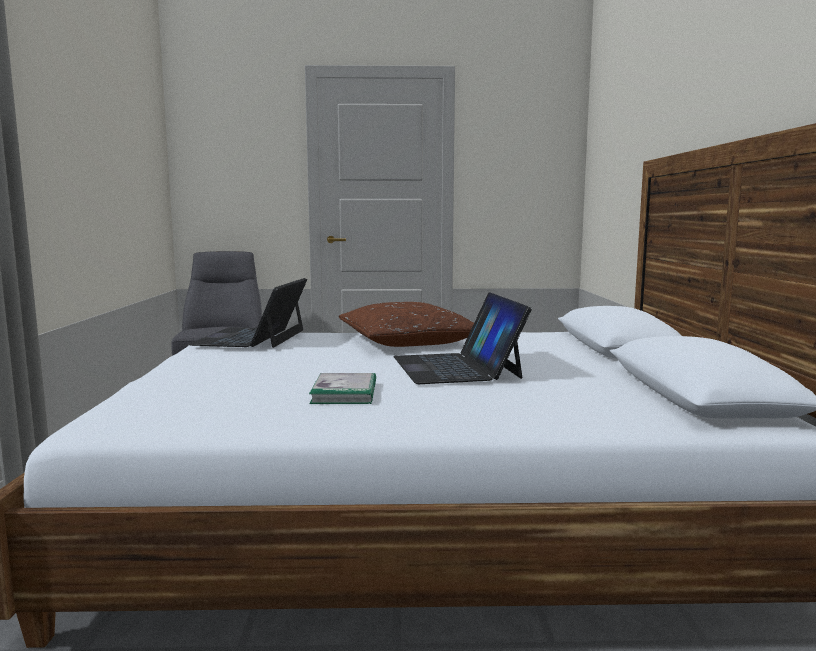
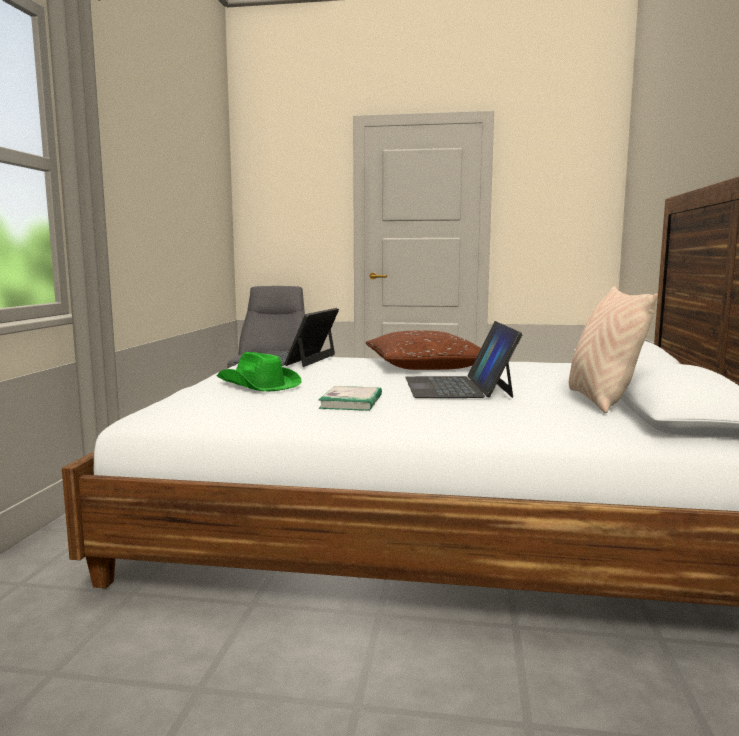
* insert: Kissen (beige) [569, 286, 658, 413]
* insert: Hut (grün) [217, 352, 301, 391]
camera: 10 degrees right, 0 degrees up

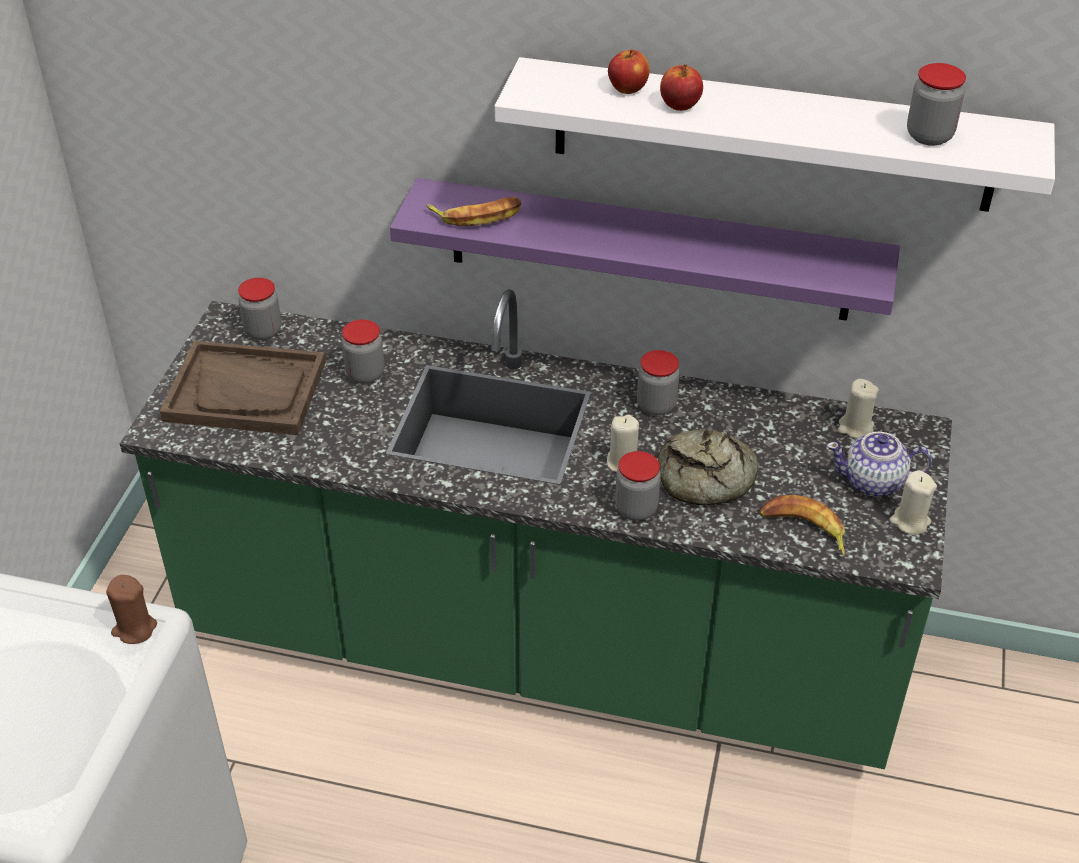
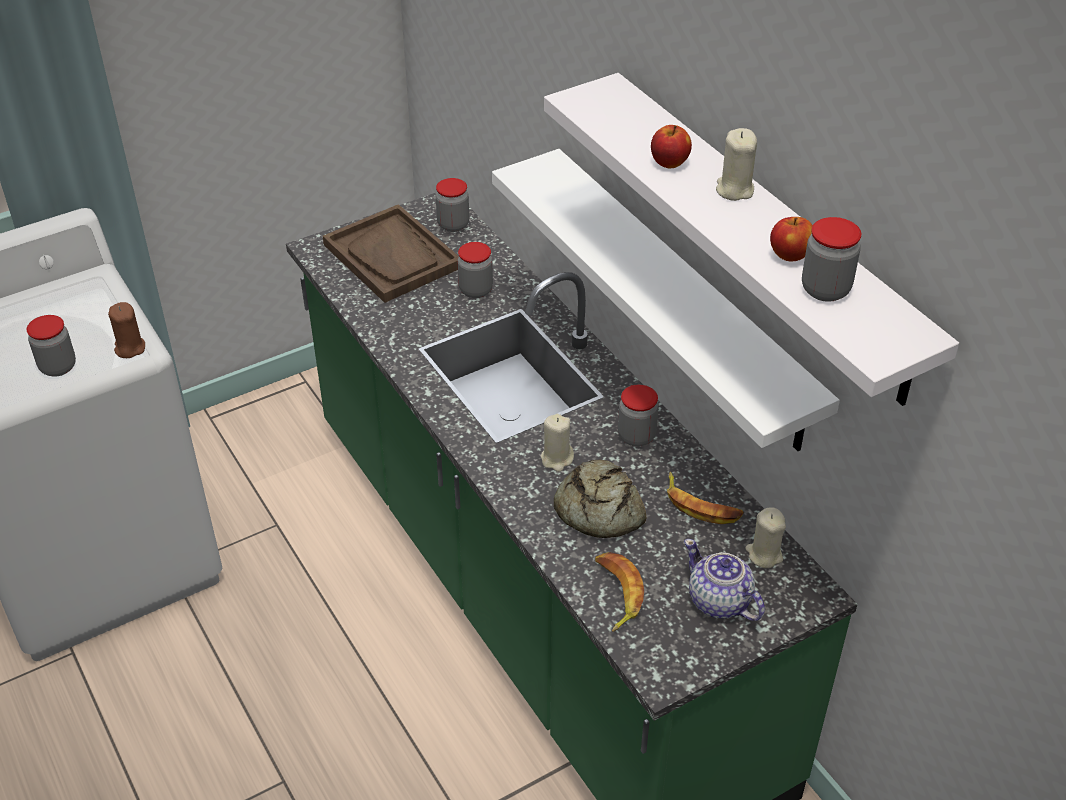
* move: Apfel [608, 50, 650, 94] to [770, 217, 813, 261]
* recolor: Wandregal (lila) [390, 178, 900, 321] to Wandregal (weiß) [492, 149, 840, 451]
* move: Banane [426, 197, 521, 226] to [667, 472, 744, 524]
* move: Vorratsglas [615, 451, 661, 520] to [26, 315, 76, 377]
* move: Kerze (beige) [890, 470, 937, 535] to [716, 128, 757, 201]
camera: 45 degrees right, 0 degrees up

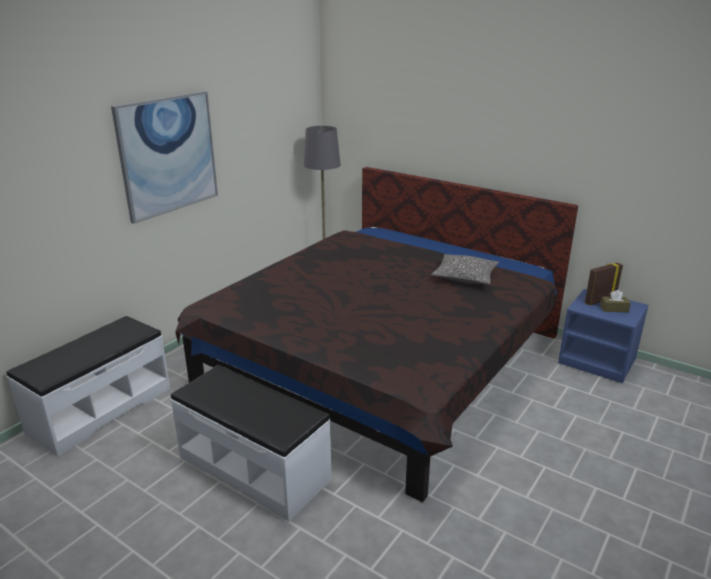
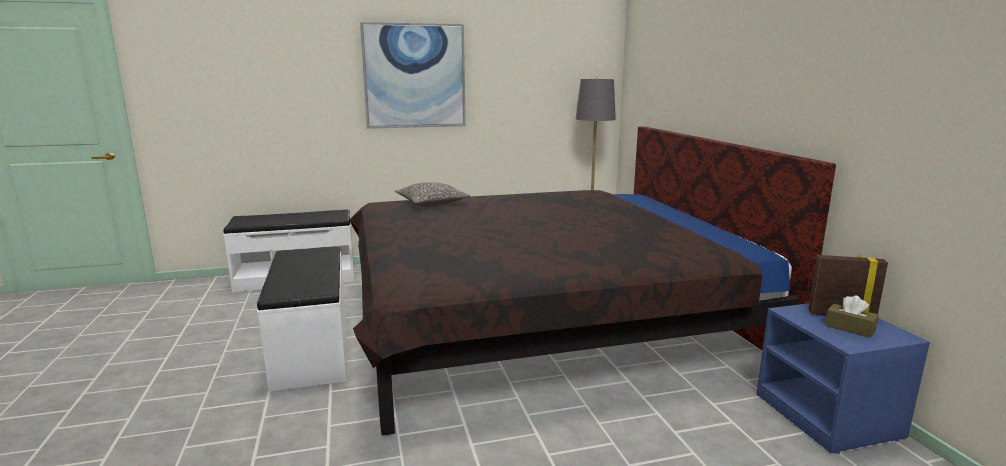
* move: Kissen [431, 254, 499, 284] to [394, 182, 470, 207]
camera: 40 degrees right, 10 degrees down

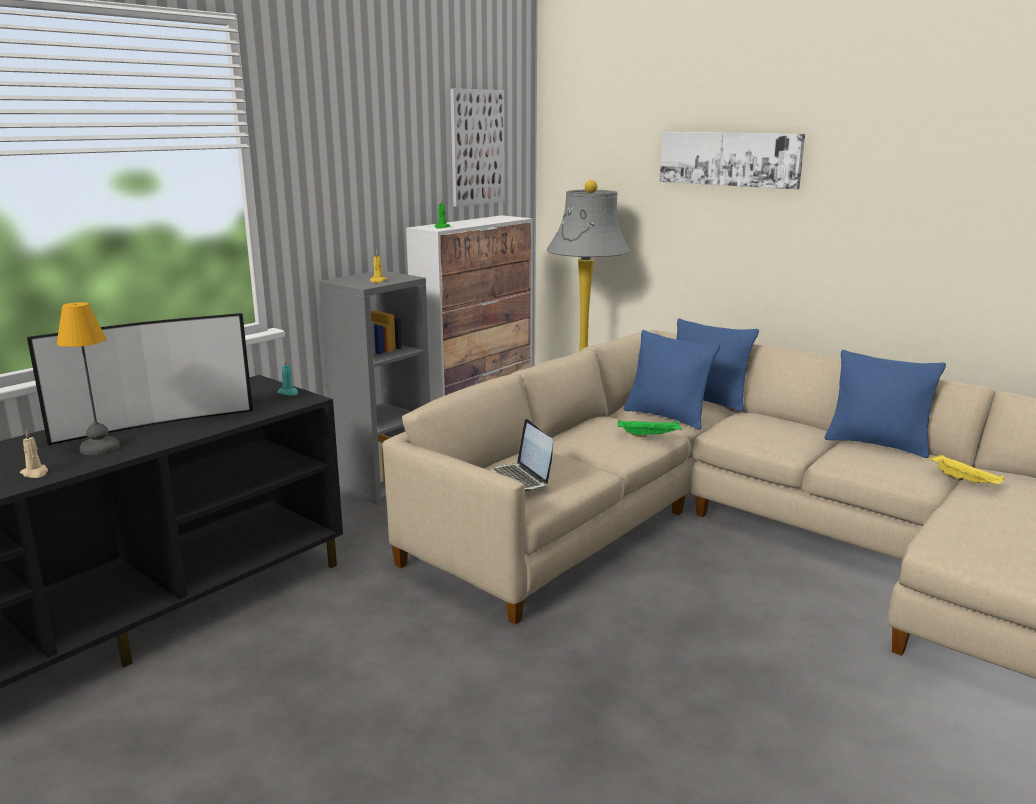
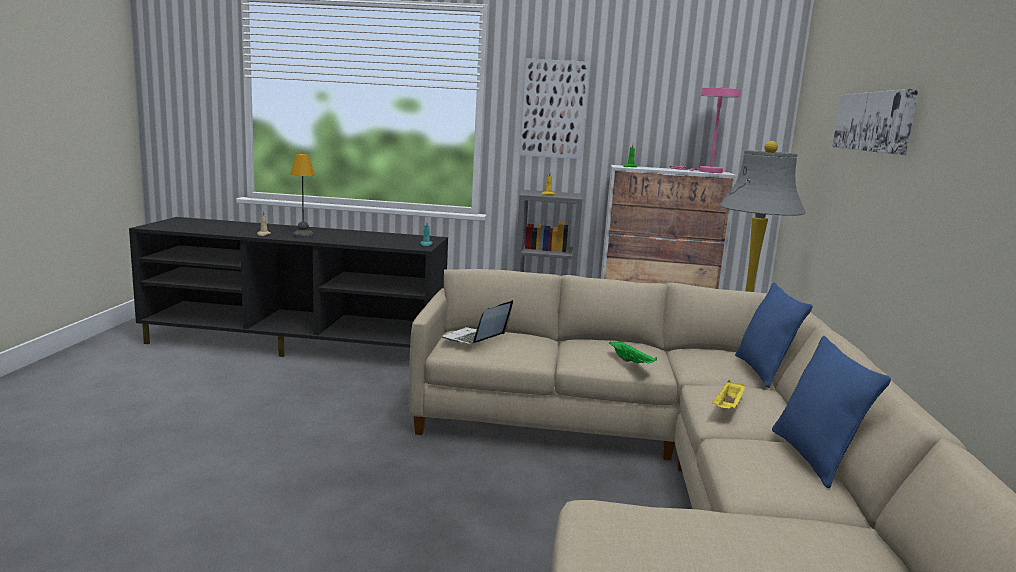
* move: Bild [450, 89, 505, 207] to [520, 58, 589, 159]
* delete: Fernseher [27, 313, 253, 445]
* delete: Kissen (blau) [624, 330, 720, 430]
* move: Tablett (gelb) [929, 455, 1005, 484] to [712, 380, 746, 409]
* insert: Tischlampe (rosa) [670, 87, 741, 173]
camera: 55 degrees right, 5 degrees down

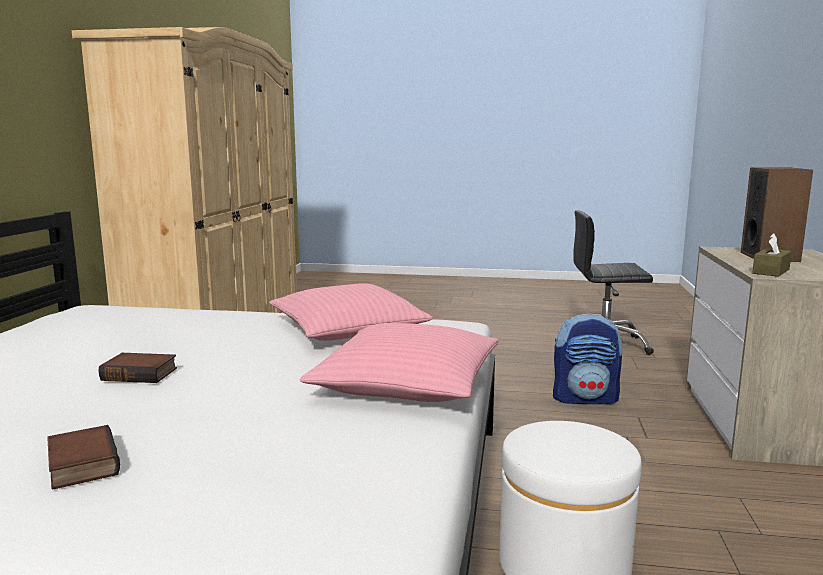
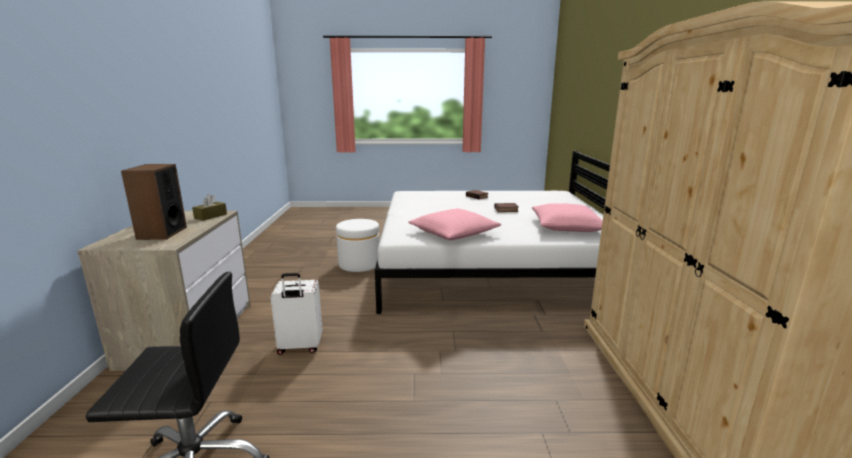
* replace: Rucksack [553, 313, 623, 405] to Koffer (weiß) [270, 273, 323, 354]
* move: Kissen (rosa) [300, 323, 499, 402] to [532, 203, 603, 232]
camera: 170 degrees right, 5 degrees up

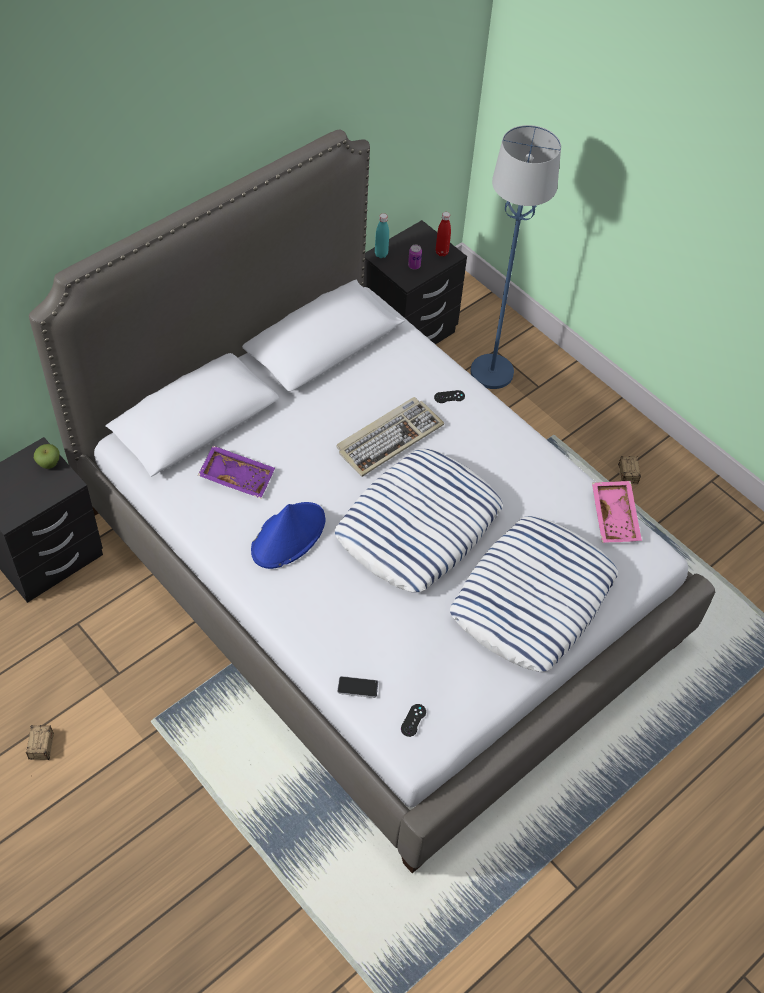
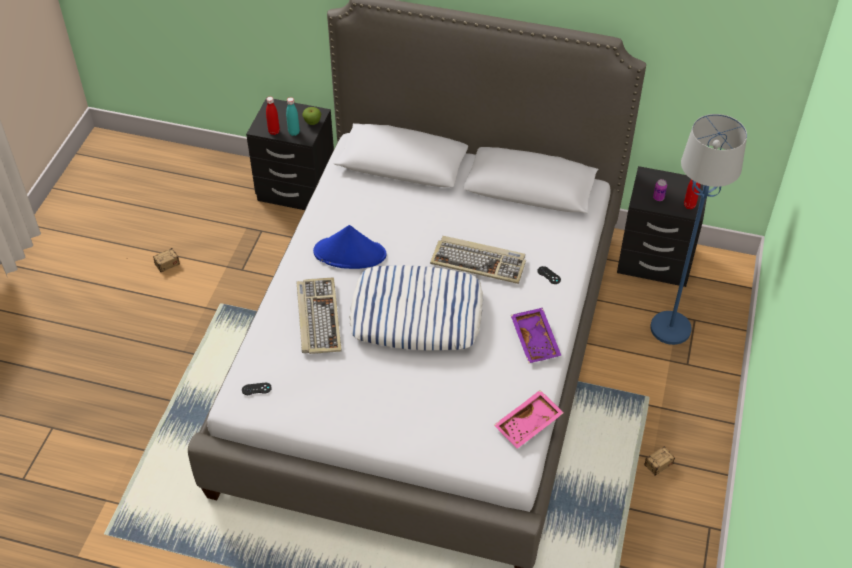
* move: Flasche (türkis) [375, 213, 389, 258] to [286, 97, 300, 136]
* move: Tablett (lila) [198, 446, 275, 499] to [511, 308, 561, 363]
* delete: Kissen [450, 516, 618, 672]
* delete: Handy [337, 676, 378, 698]
* insert: Flasche (rot) [266, 97, 280, 135]
* insert: Tastatur [296, 278, 342, 354]
camera: 60 degrees right, 5 degrees down

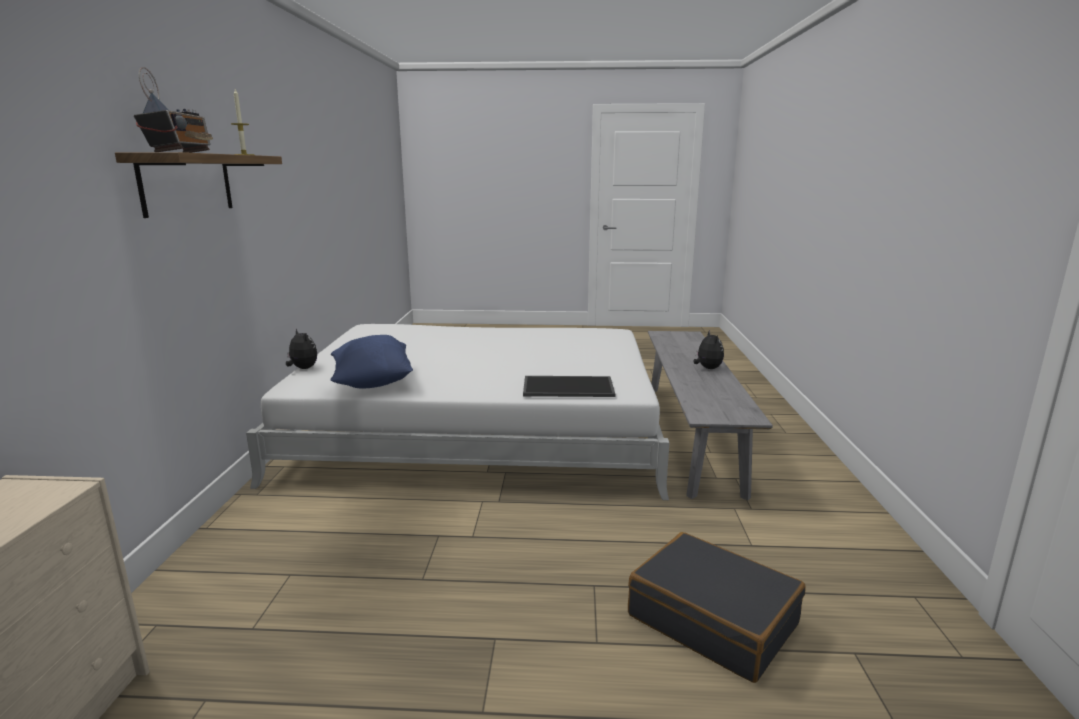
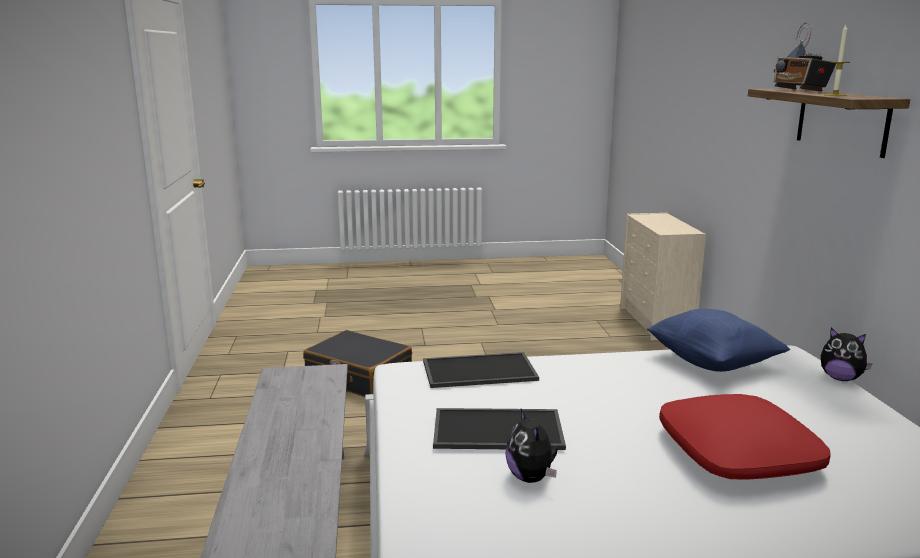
* move: Plüschtier [694, 330, 724, 369] to [505, 409, 558, 483]
* insert: Kissen (rot) [659, 394, 831, 480]
* insert: Tablett [433, 408, 566, 450]
camera: 170 degrees right, 0 degrees up

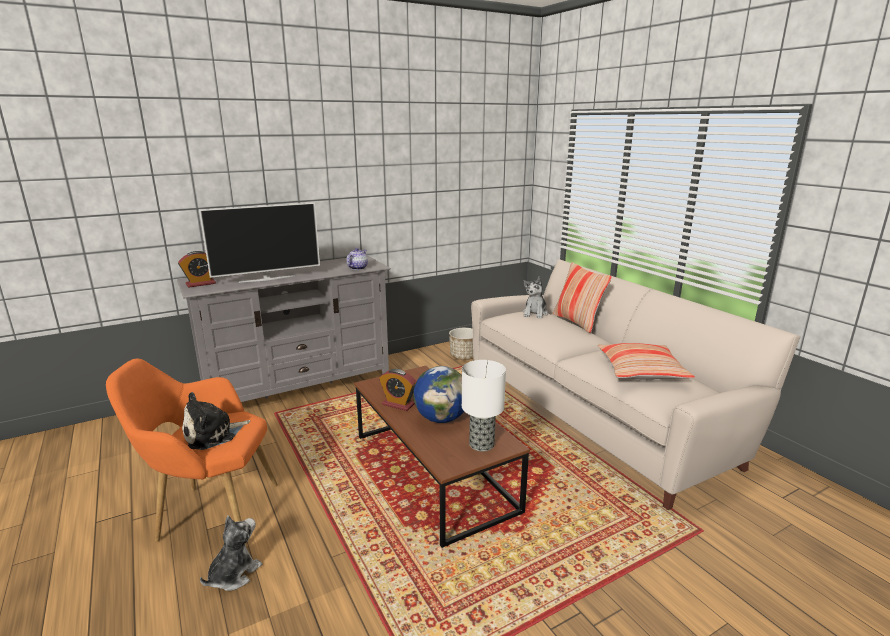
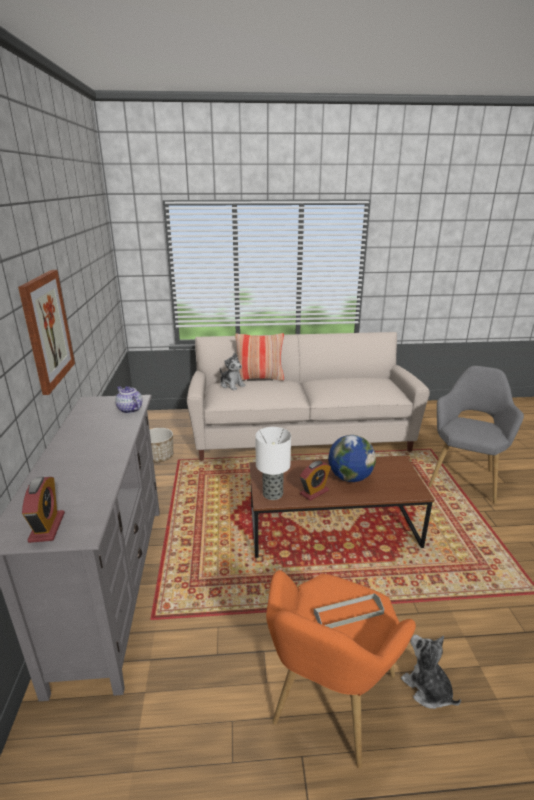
* delete: Fernseher [199, 202, 320, 283]
* delete: Kissen [597, 343, 695, 379]
* move: Tischlampe [462, 360, 506, 451] to [255, 427, 291, 500]
* replace: Plüschtier [182, 392, 250, 450] to Tablett (grau) [314, 593, 384, 628]
* insert: Bild [18, 270, 75, 395]
* insert: Sessel (grau) [428, 366, 524, 504]
camera: 65 degrees left, 5 degrees up

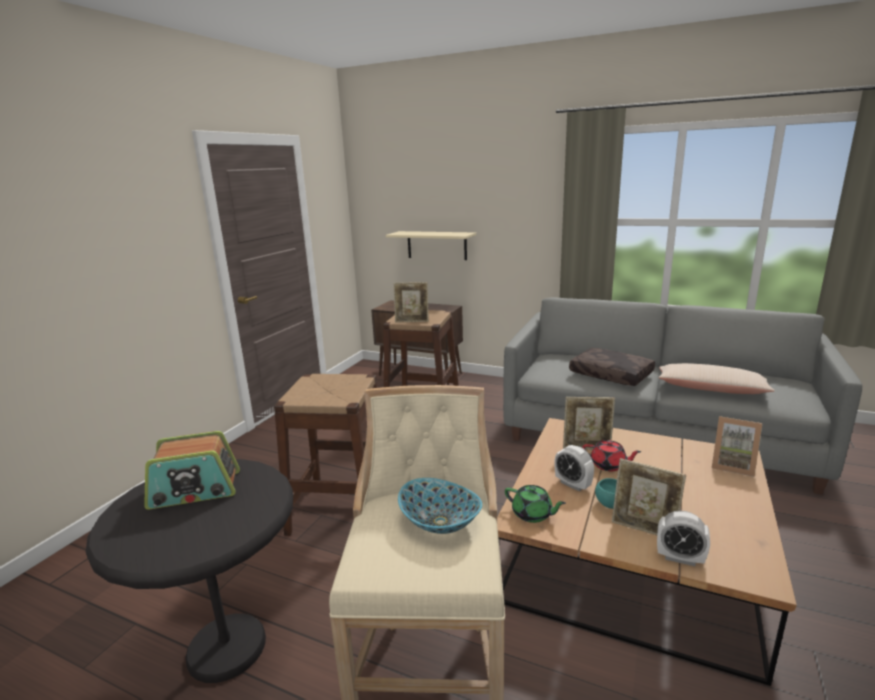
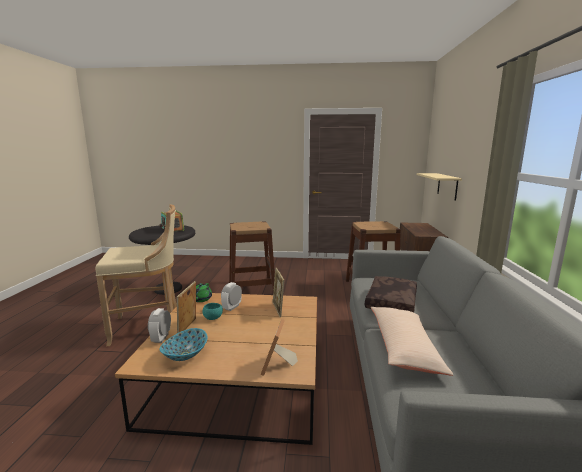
* delete: Bilderrahmen [394, 282, 429, 323]
* delete: Teekanne (rot) [583, 440, 641, 471]
* move: Schüssel [398, 478, 482, 534] to [159, 328, 207, 361]
camera: 70 degrees right, 5 degrees down

